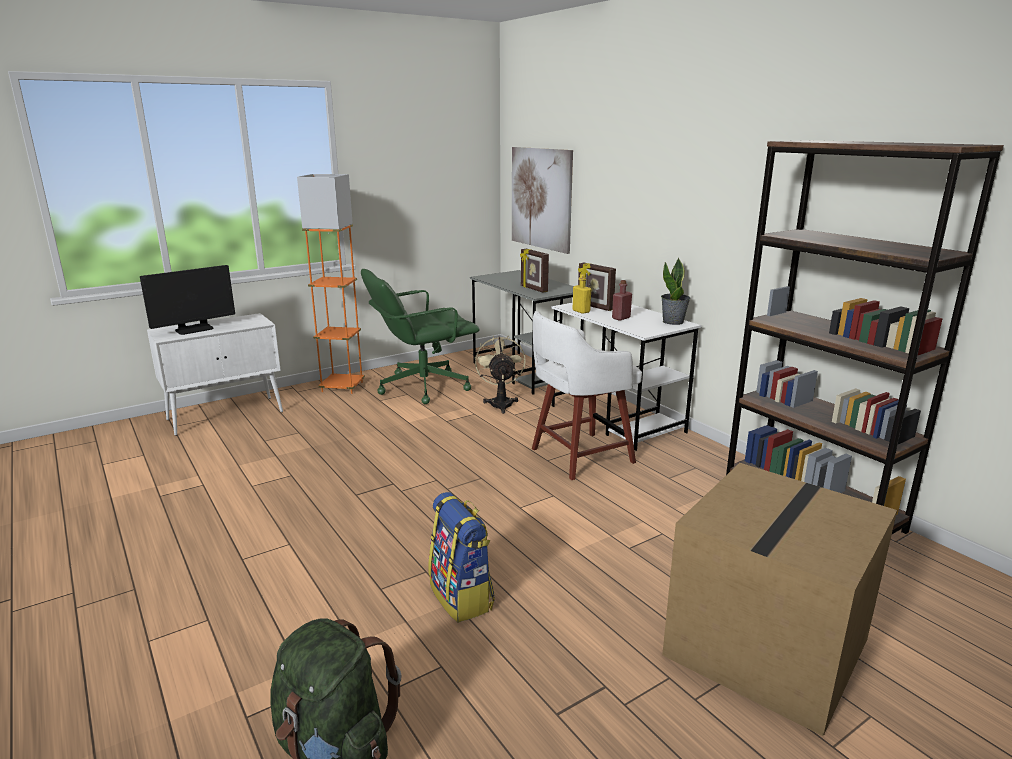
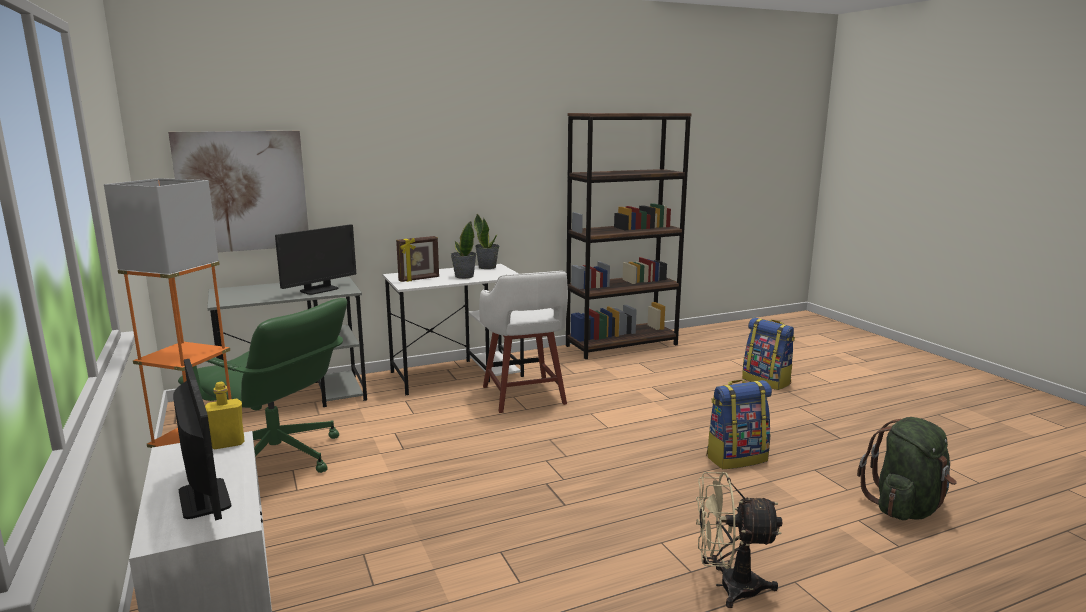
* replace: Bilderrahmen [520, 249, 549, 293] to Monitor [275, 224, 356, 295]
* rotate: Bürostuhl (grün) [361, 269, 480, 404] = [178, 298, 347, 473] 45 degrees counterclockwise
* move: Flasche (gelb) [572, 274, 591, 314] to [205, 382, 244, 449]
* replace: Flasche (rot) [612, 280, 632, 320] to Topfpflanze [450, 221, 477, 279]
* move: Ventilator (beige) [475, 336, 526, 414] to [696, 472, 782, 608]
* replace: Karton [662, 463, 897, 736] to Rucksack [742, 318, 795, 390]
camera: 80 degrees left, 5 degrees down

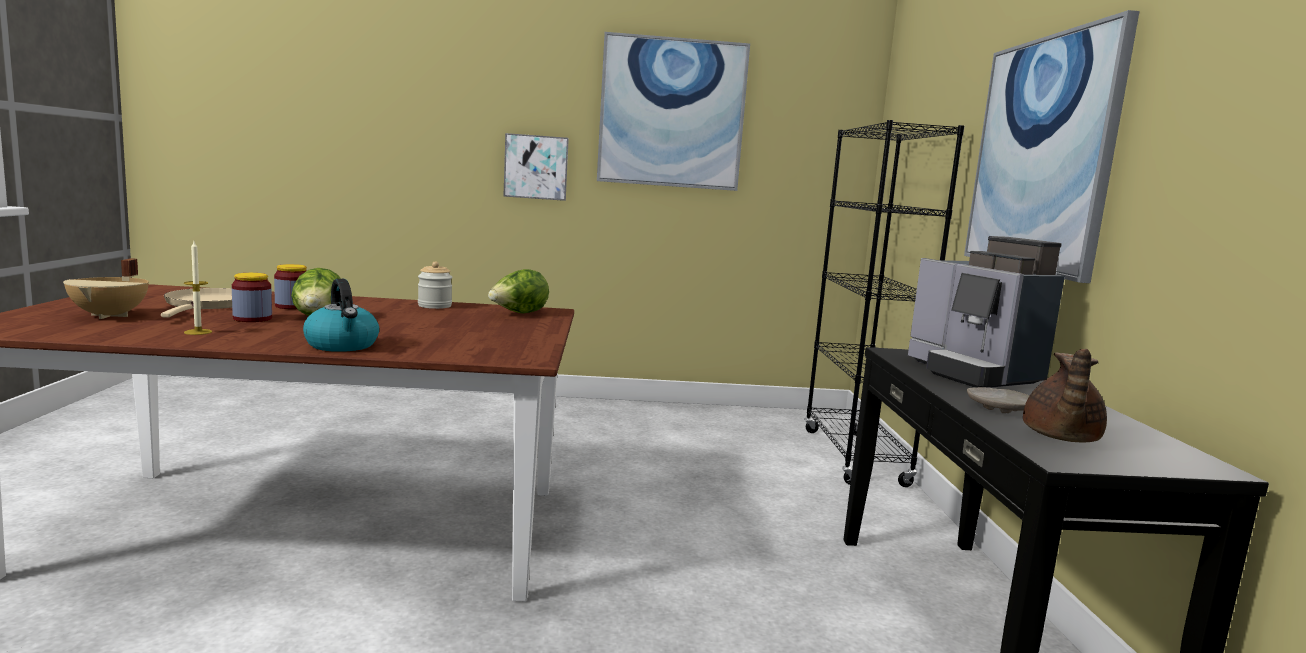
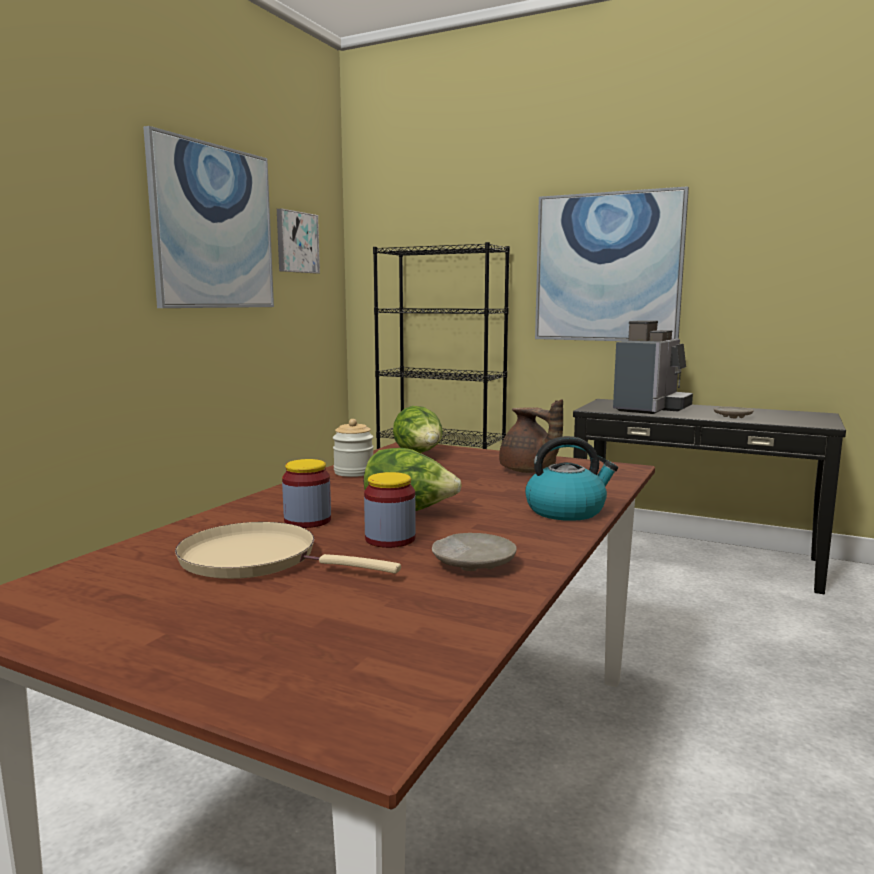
* move: Bild [503, 133, 569, 201] to [277, 208, 320, 273]
* rotate: Kaffeemaschine [908, 236, 1065, 388] = [613, 320, 693, 414] 60 degrees counterclockwise
* replace: Kerze [184, 241, 212, 335] to Teller (beige) [432, 533, 517, 571]
* delete: Kochtopf (beige) [63, 258, 149, 319]
* move: Teekanne (braun) [1023, 349, 1107, 442] to [499, 399, 563, 473]
camera: 60 degrees left, 0 degrees up

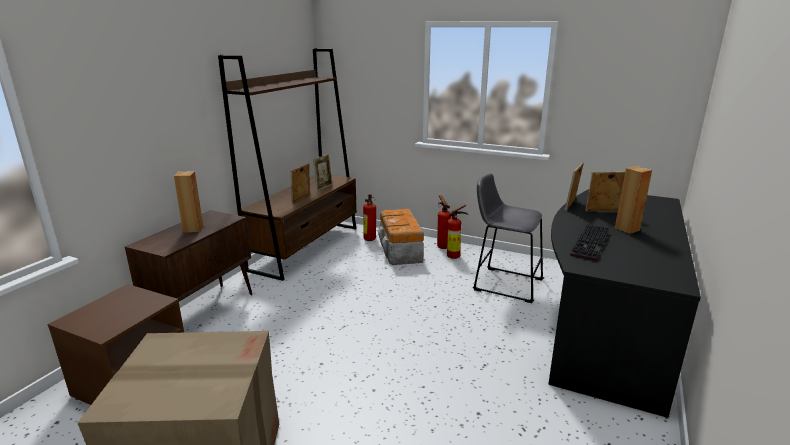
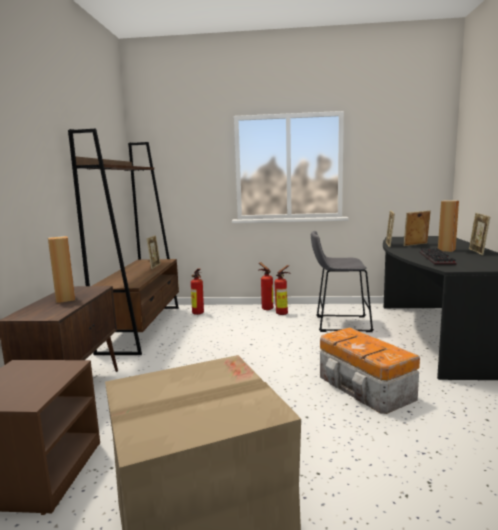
* move: Bilderrahmen [291, 163, 310, 203] to [469, 213, 490, 255]
* move: Aufbewahrungsbox [378, 209, 424, 265] to [320, 327, 420, 414]
camera: 20 degrees left, 10 degrees down

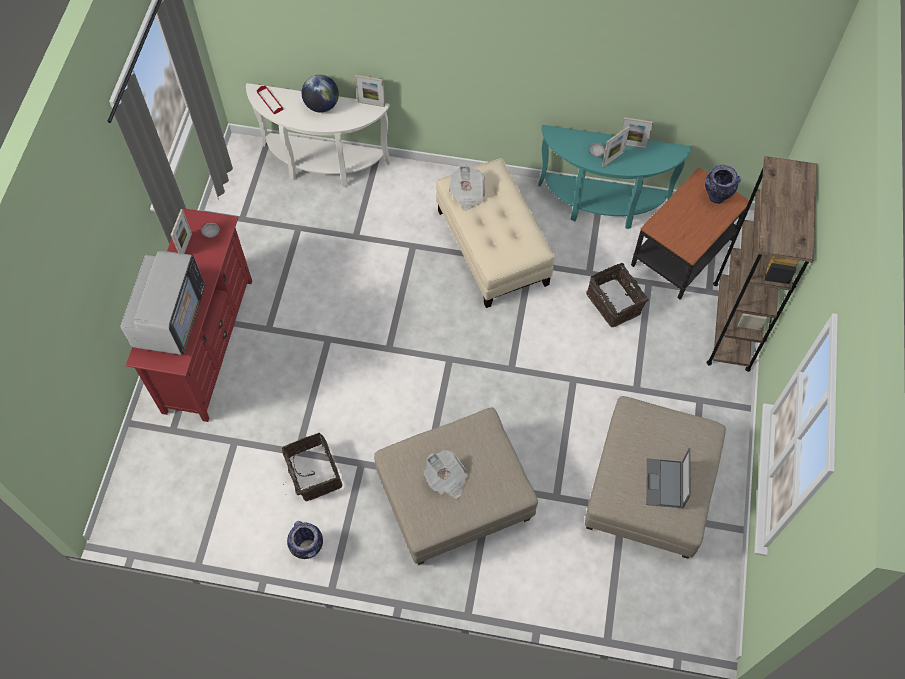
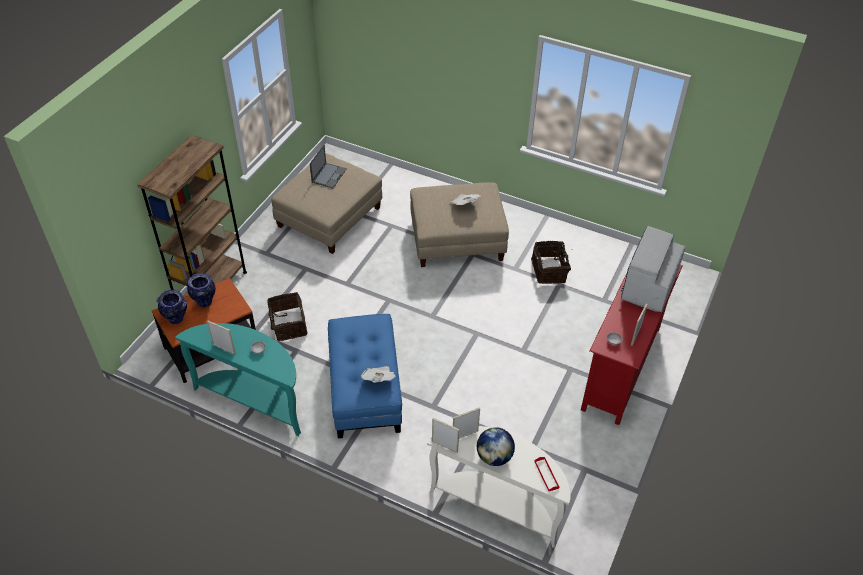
* move: Bilderrahmen [602, 126, 630, 167] to [453, 407, 480, 439]
* recolor: Polsterhocker (beige) [436, 158, 554, 308] to Polsterhocker (blau) [328, 314, 402, 438]
* move: Vase [287, 521, 323, 559] to [187, 273, 216, 307]
camera: 165 degrees left, 15 degrees down

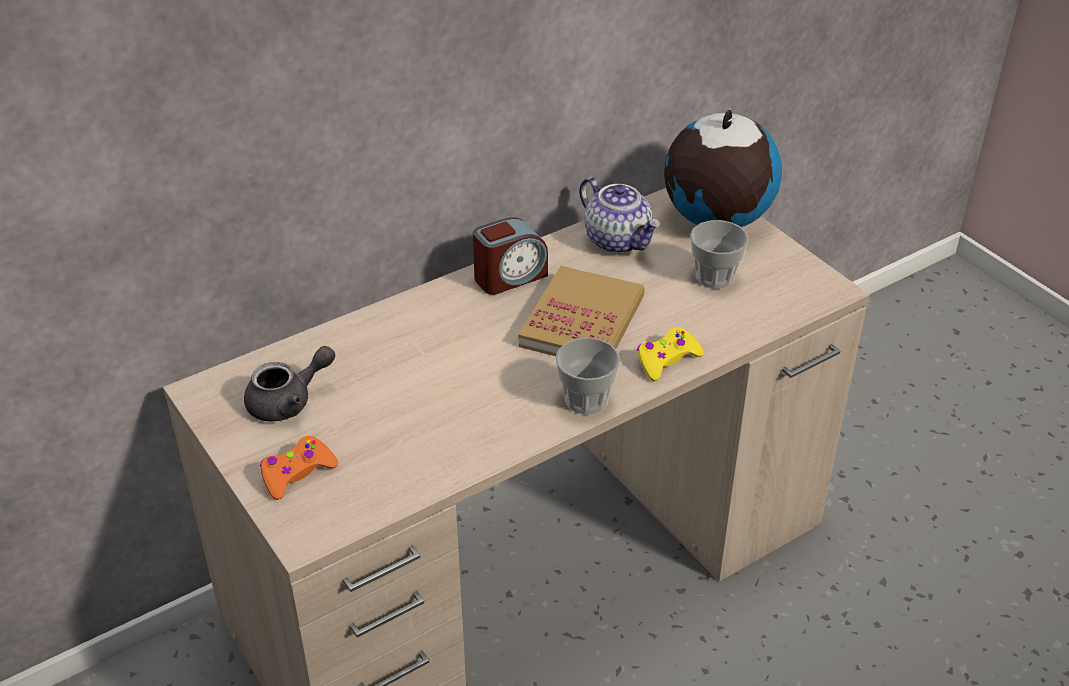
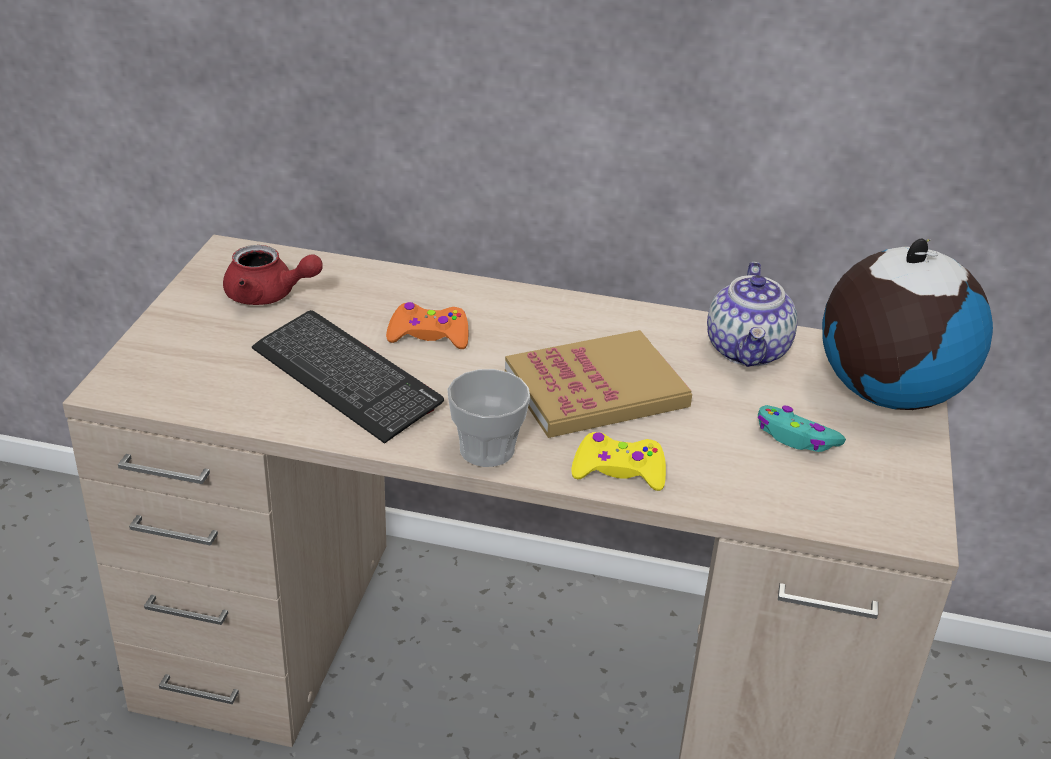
* delete: Wecker [473, 217, 548, 295]
* replace: Tasse [690, 220, 749, 289] to Gamepad (türkis) [758, 405, 846, 452]
* recolor: Teekanne (grau) [244, 346, 335, 422] to Teekanne (rot) [223, 245, 323, 305]
* move: Gamepad (orange) [260, 436, 338, 500] to [386, 302, 468, 349]
* insert: Tastatur [252, 310, 444, 444]
camera: 45 degrees right, 5 degrees down

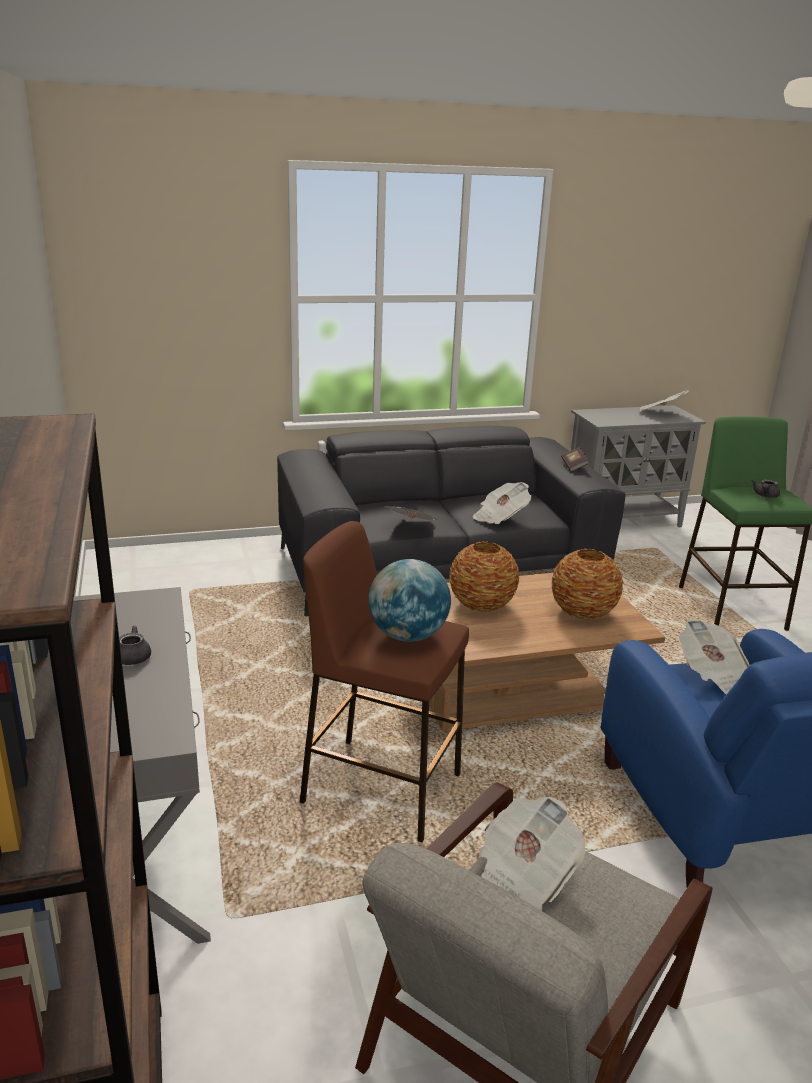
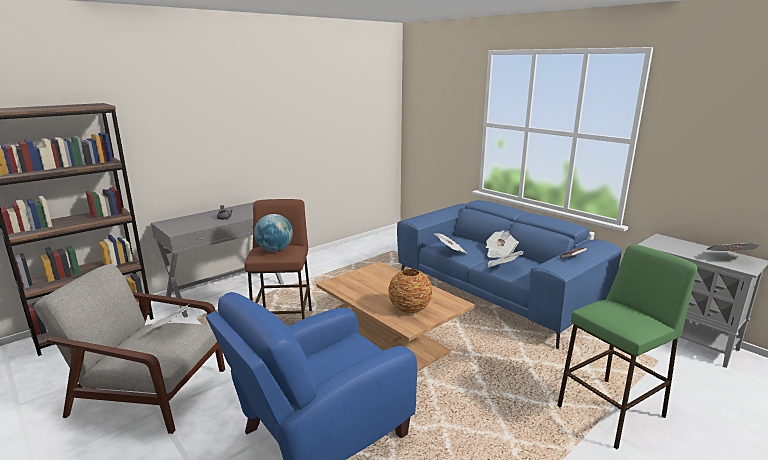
* recolor: Sofa (grau) [277, 426, 625, 617] to Sofa (blau) [397, 200, 622, 349]
* delete: Teekanne (grau) [751, 479, 780, 498]
* delete: Vase [449, 542, 519, 612]
* move: Zeitung [679, 618, 749, 694] to [486, 230, 519, 258]
camera: 65 degrees right, 5 degrees down

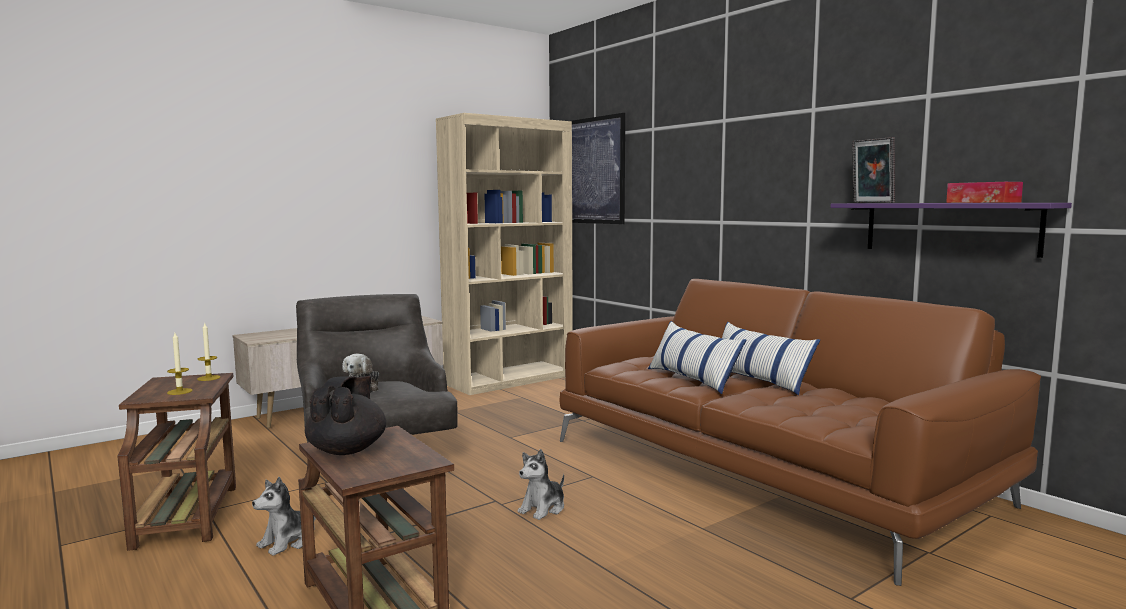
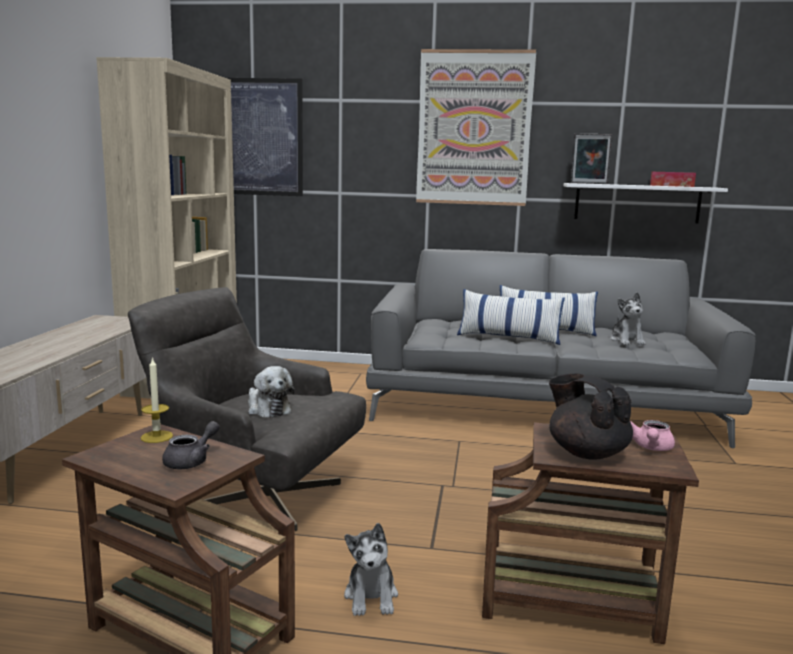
* recolor: Wandregal (lila) [830, 203, 1072, 258] to Wandregal (weiß) [564, 183, 728, 223]
* recolor: Sofa (braun) [559, 279, 1041, 586] to Sofa (grau) [366, 249, 756, 448]
* replace: Kerze [167, 333, 193, 395] to Teekanne (grau) [162, 421, 220, 469]
* move: Plüschtier [518, 449, 564, 520] to [610, 292, 646, 345]
* insert: Bild [416, 49, 536, 206]
* insert: Teekanne (rosa) [630, 420, 675, 451]
camera: 45 degrees left, 5 degrees up

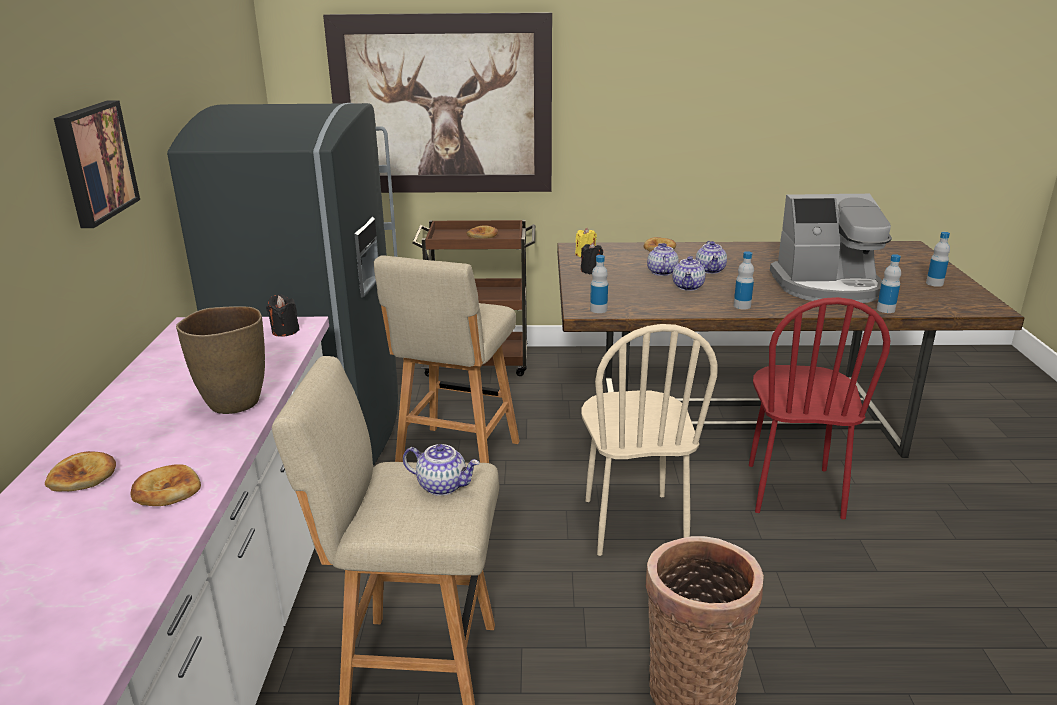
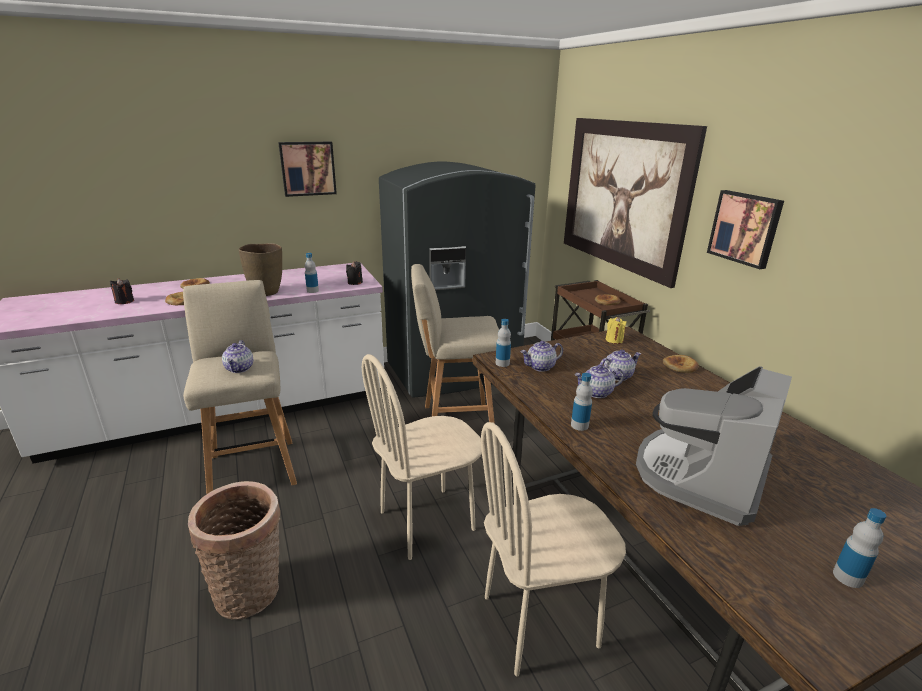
* rotate: Kaffeemaschine [770, 194, 892, 303] = [636, 366, 792, 526] 60 degrees clockwise
* move: Teekanne [696, 241, 727, 274] to [520, 341, 563, 372]
* move: Kerze (schwarz) [581, 242, 603, 274] to [110, 278, 134, 304]
* move: Flasche [877, 254, 901, 313] to [305, 253, 319, 293]
* recolor: Stuhl (rot) [749, 297, 890, 519] to Stuhl (beige) [481, 422, 626, 676]
* insert: Bild [707, 190, 784, 269]
camera: 65 degrees right, 0 degrees up

